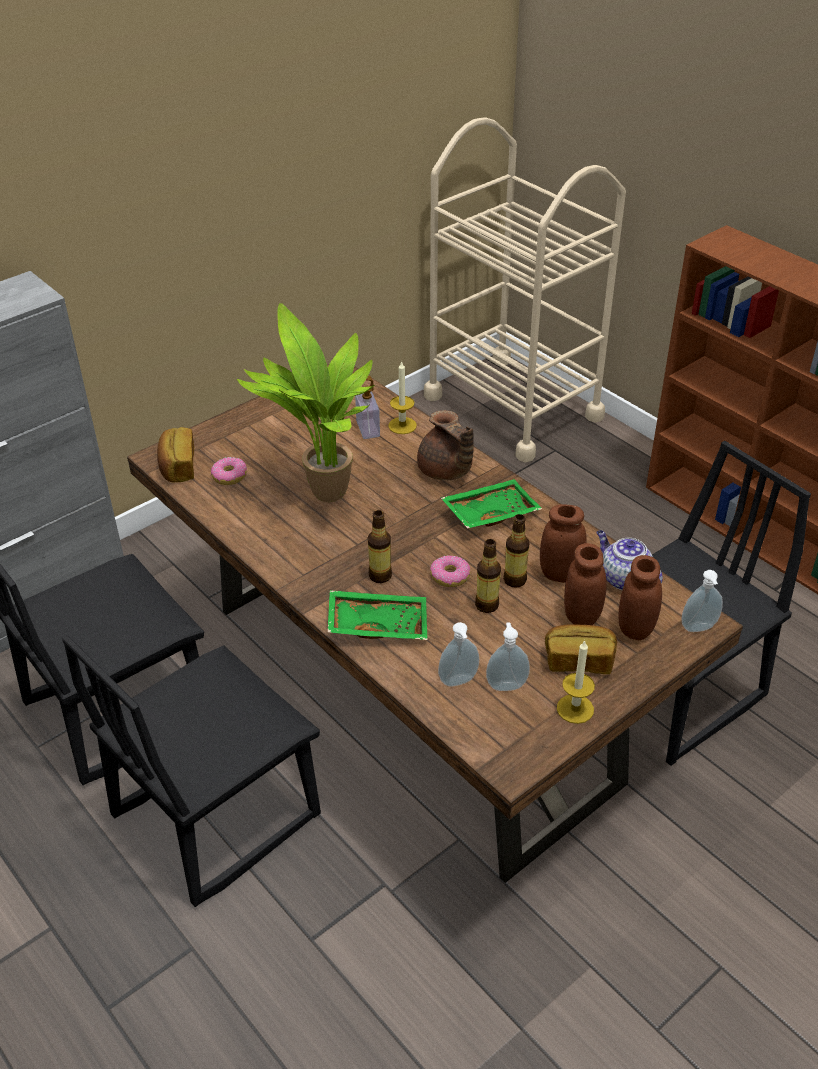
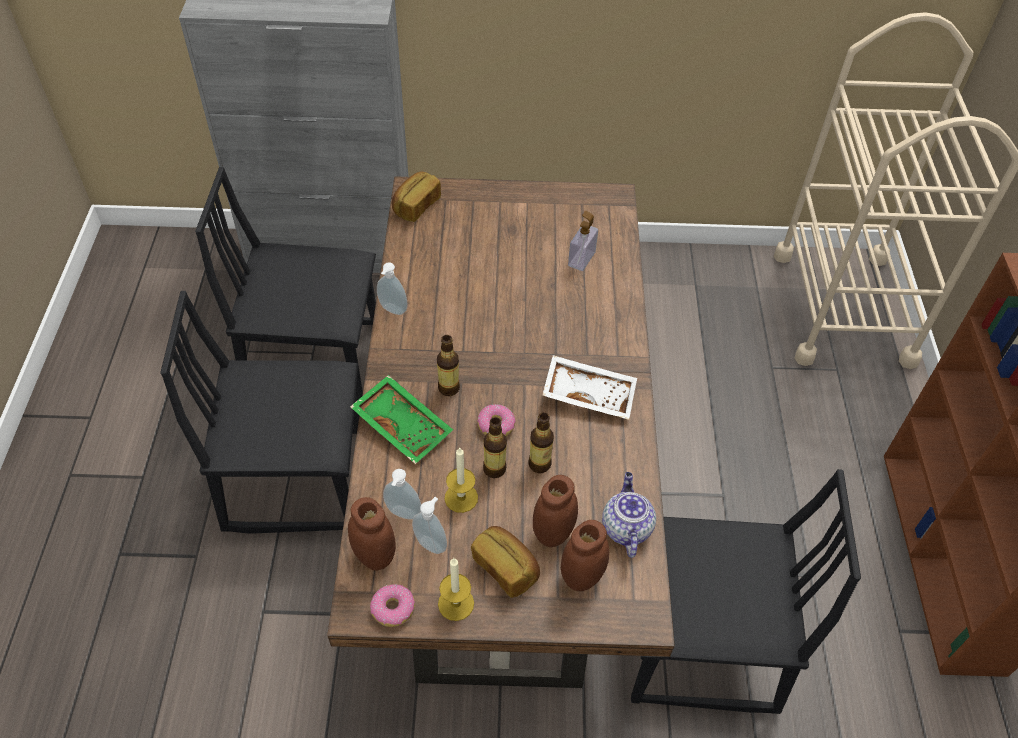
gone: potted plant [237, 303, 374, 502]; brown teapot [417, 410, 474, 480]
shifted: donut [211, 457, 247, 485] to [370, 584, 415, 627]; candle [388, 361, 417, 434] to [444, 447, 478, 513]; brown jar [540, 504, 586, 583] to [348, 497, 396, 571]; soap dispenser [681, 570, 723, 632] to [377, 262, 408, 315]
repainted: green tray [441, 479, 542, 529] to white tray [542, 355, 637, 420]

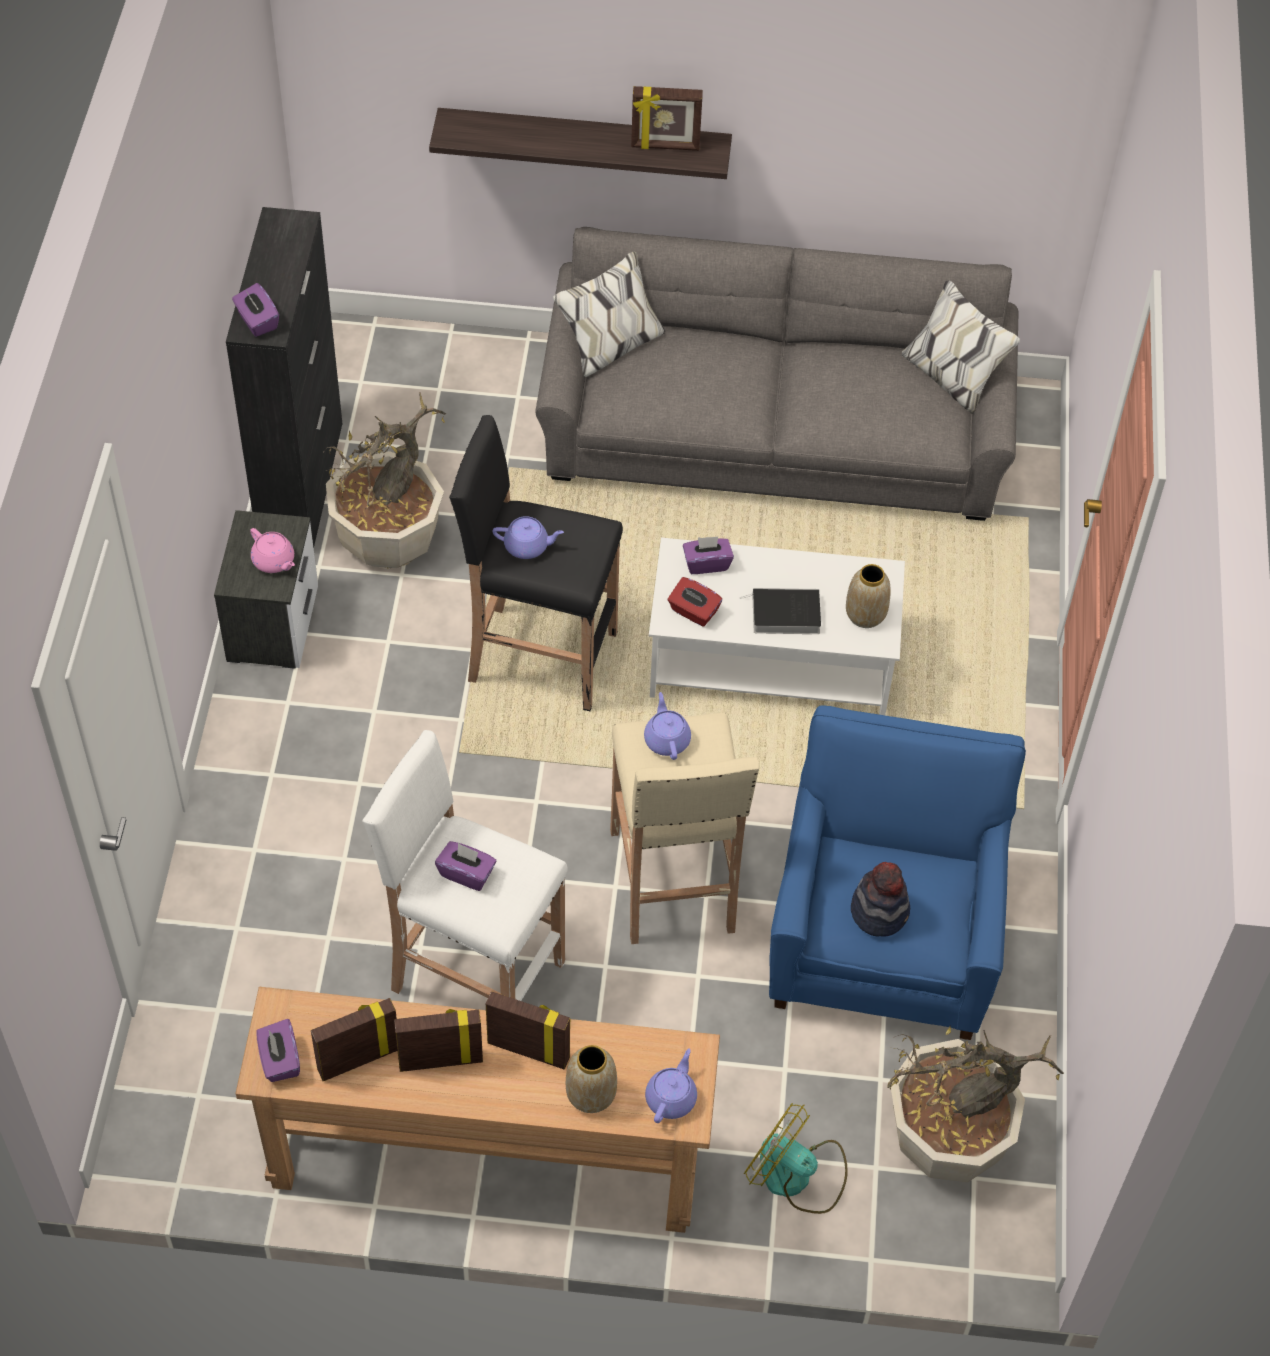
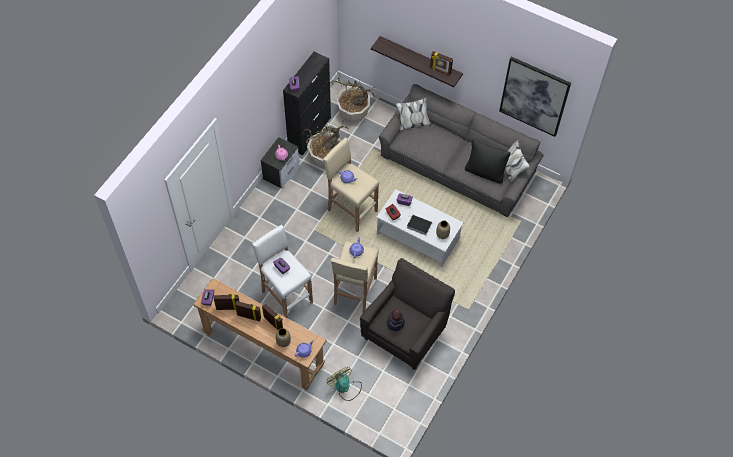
new: black pillow [465, 138, 511, 183]; picture [499, 57, 571, 137]
shifted: potted plant [887, 1025, 1064, 1183] to [330, 72, 375, 123]
repainted: black stool [449, 415, 623, 711] to beige stool [323, 138, 379, 232]; blue armchair [769, 705, 1026, 1040] to grey armchair [360, 258, 455, 370]

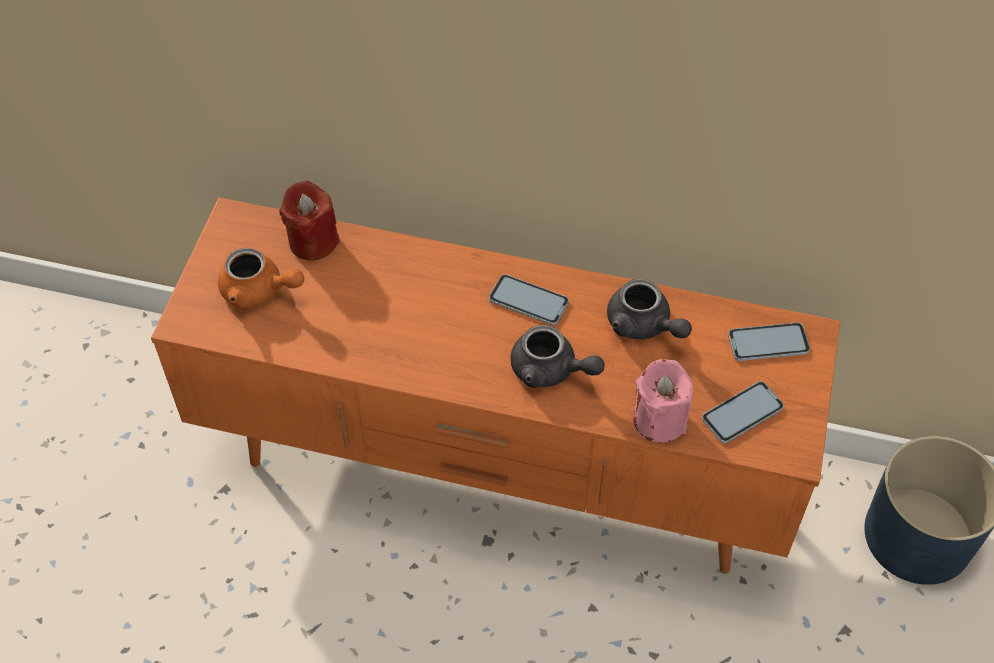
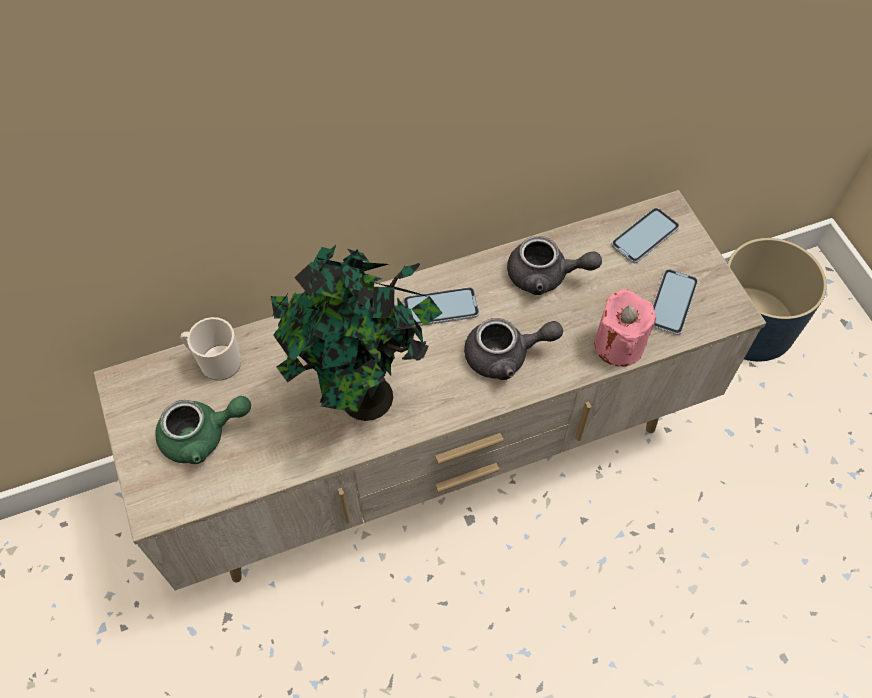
new: potted plant [270, 245, 442, 421]
swapped: red candle [279, 181, 340, 261] to mug [180, 317, 241, 381]
repainted: orange tv stand [151, 197, 840, 573] to beige tv stand [94, 190, 766, 591]; orange teapot [218, 248, 304, 309] to green teapot [155, 396, 251, 464]

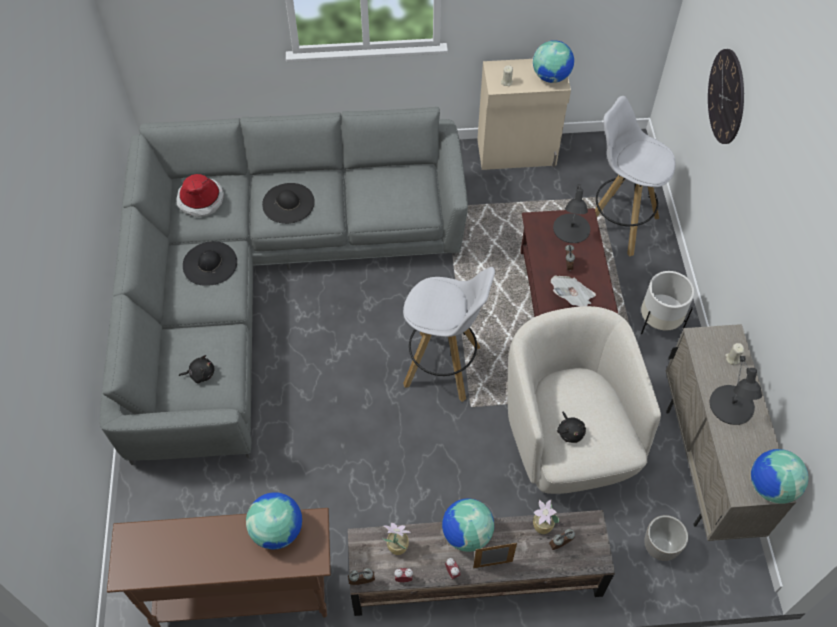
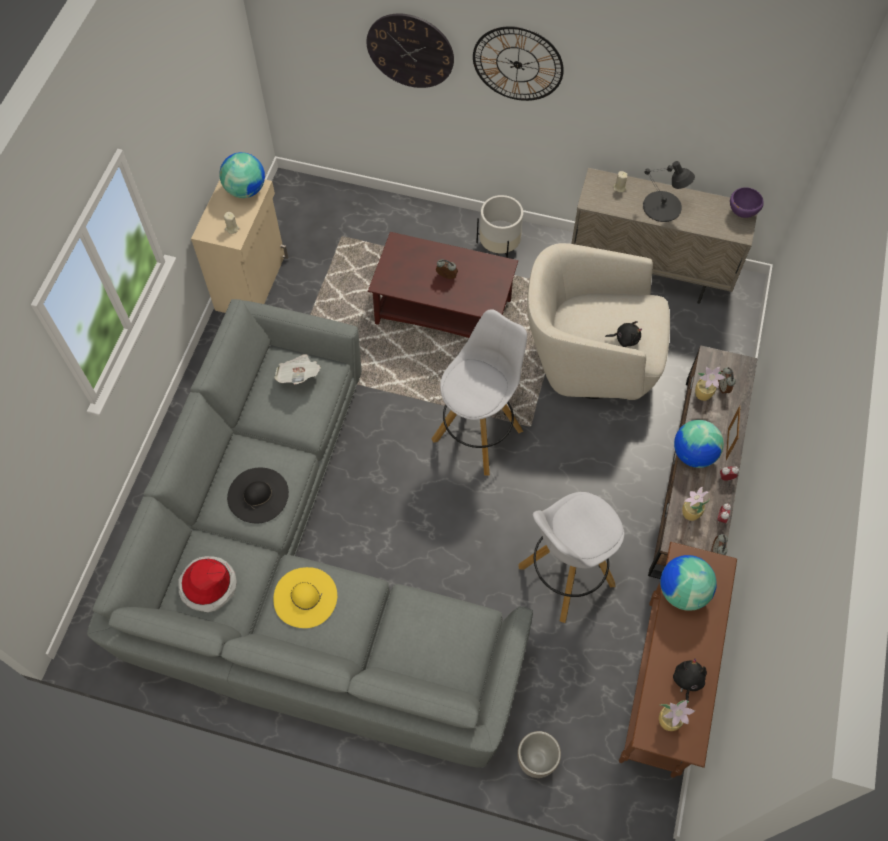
gone: black table lamp [553, 184, 590, 243]
new: wall clock [473, 26, 564, 101]; potted plant [659, 700, 695, 731]
shifted: black plush toy [179, 355, 214, 383] to [673, 658, 707, 704]; newspaper [551, 276, 596, 307] to [274, 354, 321, 384]; white stool [595, 96, 675, 257] to [518, 492, 625, 623]; planter [645, 515, 688, 561] to [518, 731, 561, 778]
swapped: globe [751, 449, 808, 504] to purple bowl [730, 187, 764, 218]
repainted: black hat [183, 241, 237, 286] to yellow hat [273, 567, 337, 628]

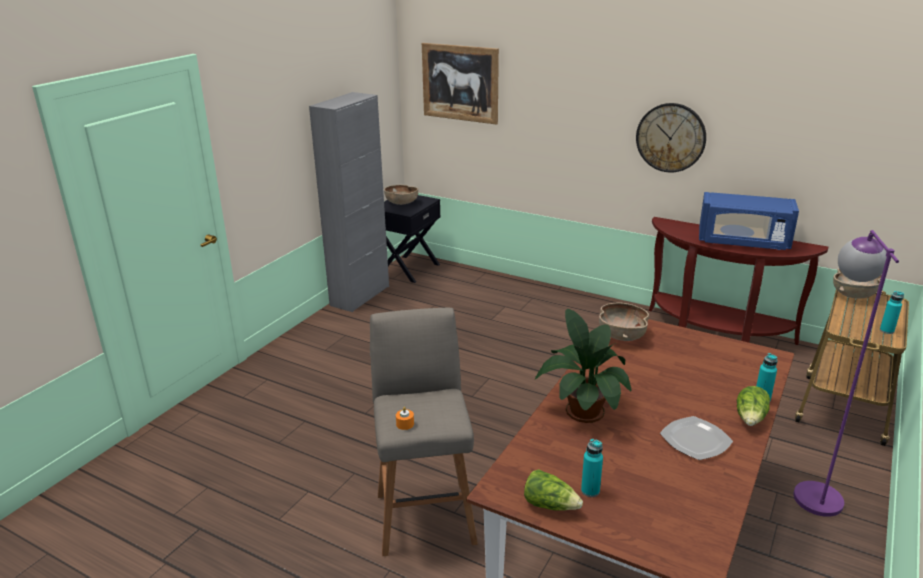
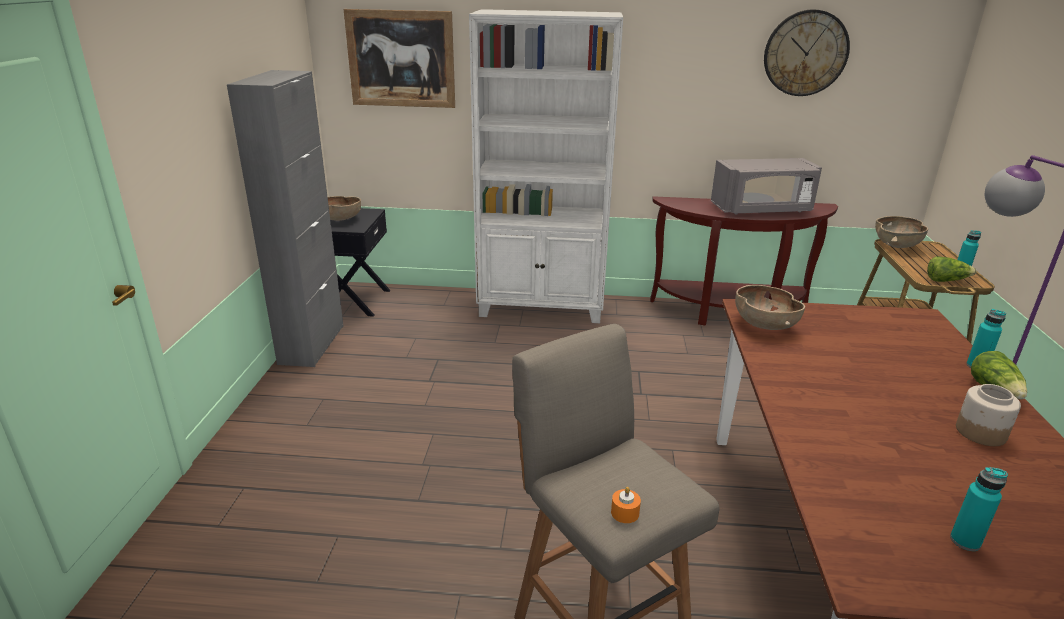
gone: potted plant [535, 309, 631, 423]
new: white bookcase [469, 9, 623, 323]
shifted: lettuce [524, 469, 583, 511] to [927, 256, 977, 282]; wall clock [636, 103, 706, 173] to [764, 9, 850, 96]
swapped: plate [660, 416, 733, 460] to jar [956, 384, 1021, 446]
repainted: blue microwave [699, 192, 799, 250] to grey microwave [711, 158, 822, 214]

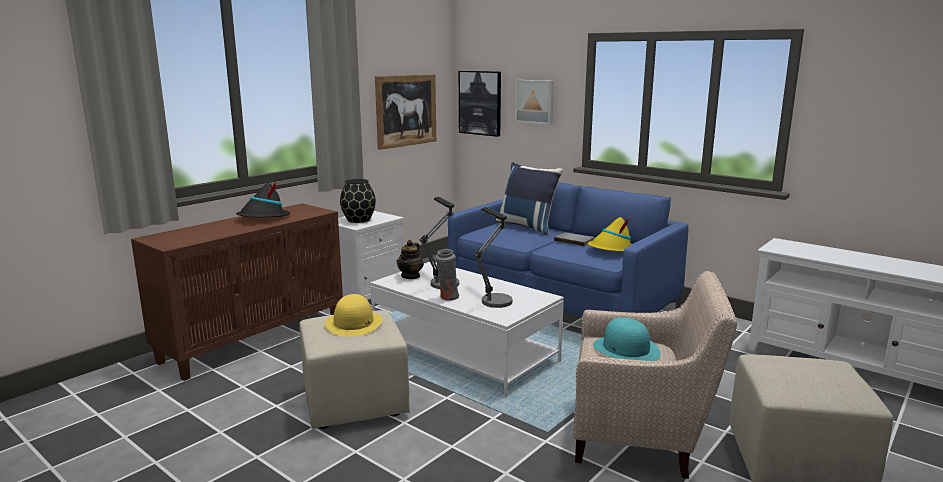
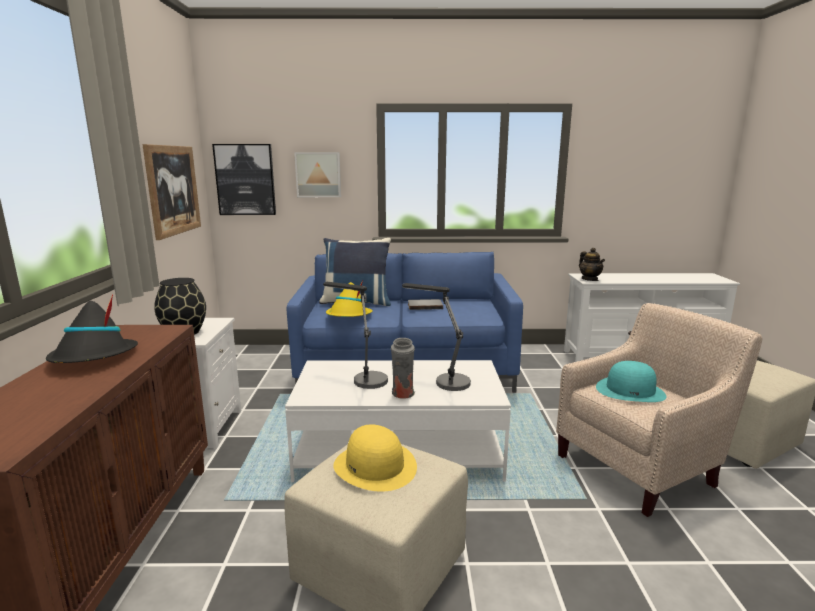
shifted: teapot [396, 240, 424, 279] to [579, 248, 605, 281]; yellow hat [588, 217, 631, 252] to [326, 280, 373, 317]

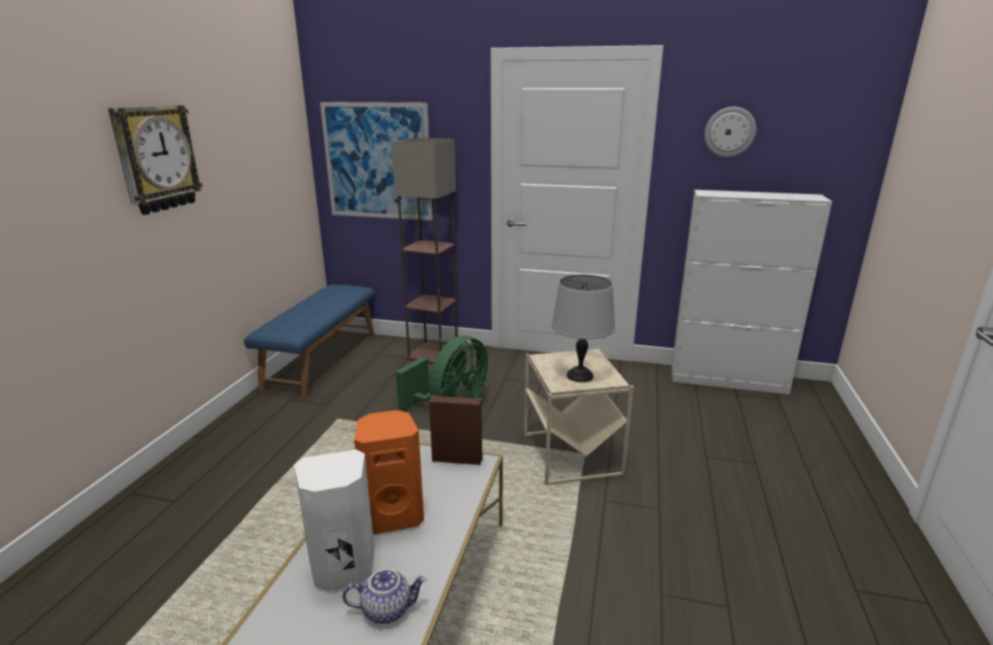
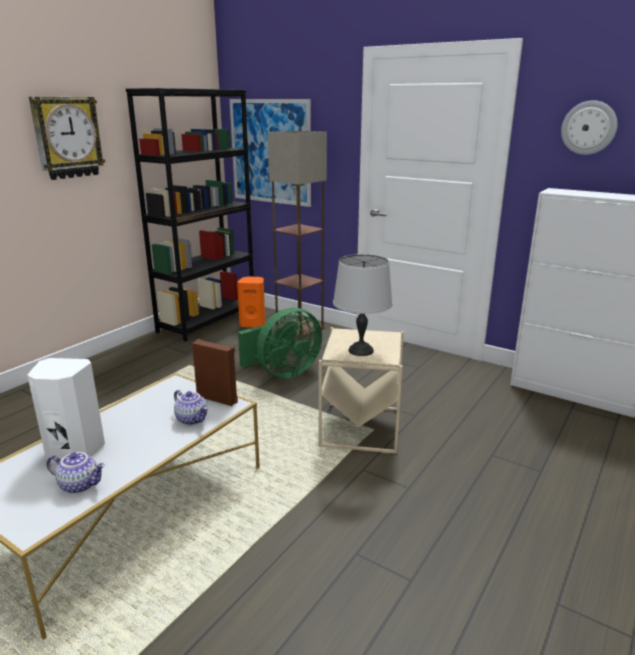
new: teapot [174, 390, 207, 425]
shifted: orange speaker [354, 410, 424, 535] to [237, 277, 265, 327]
swapped: blue bench [244, 285, 375, 398] to black bookcase [126, 88, 254, 342]

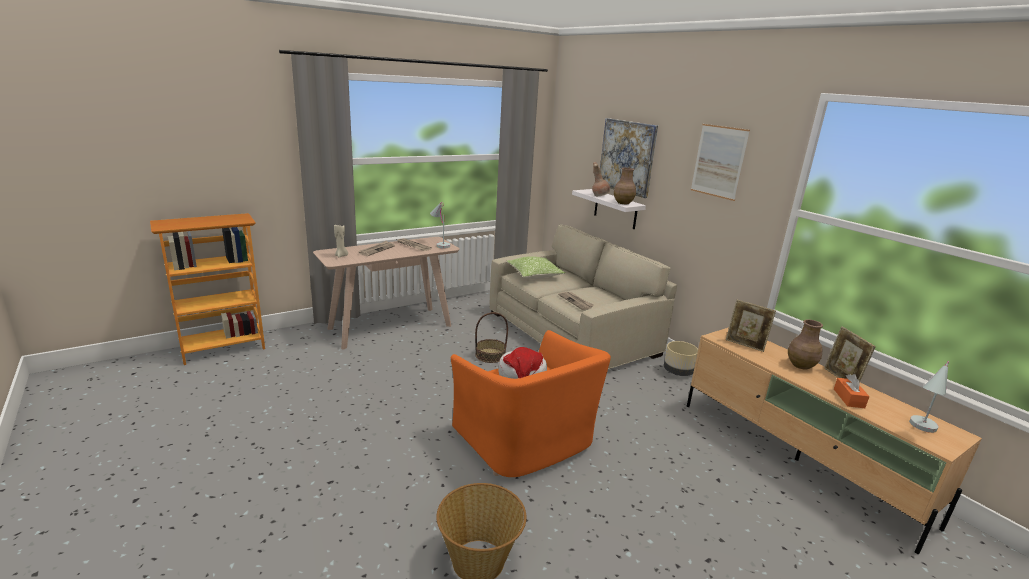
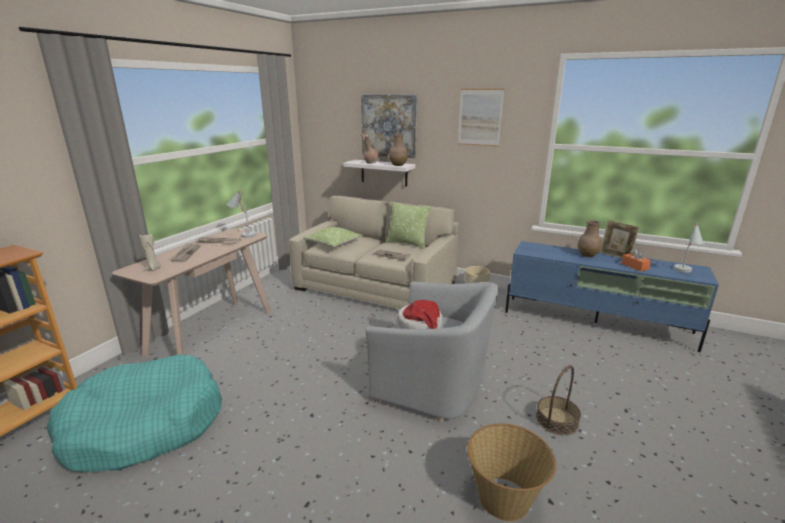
gone: picture frame [726, 300, 776, 352]
new: turquoise dog bed [47, 354, 222, 472]; pillow [386, 202, 431, 249]
shifted: basket [475, 312, 508, 363] to [536, 365, 581, 435]
repainted: orange armchair [451, 330, 611, 477] to grey armchair [365, 282, 499, 422]; beige tv stand [687, 327, 982, 554] to blue tv stand [505, 241, 719, 352]

